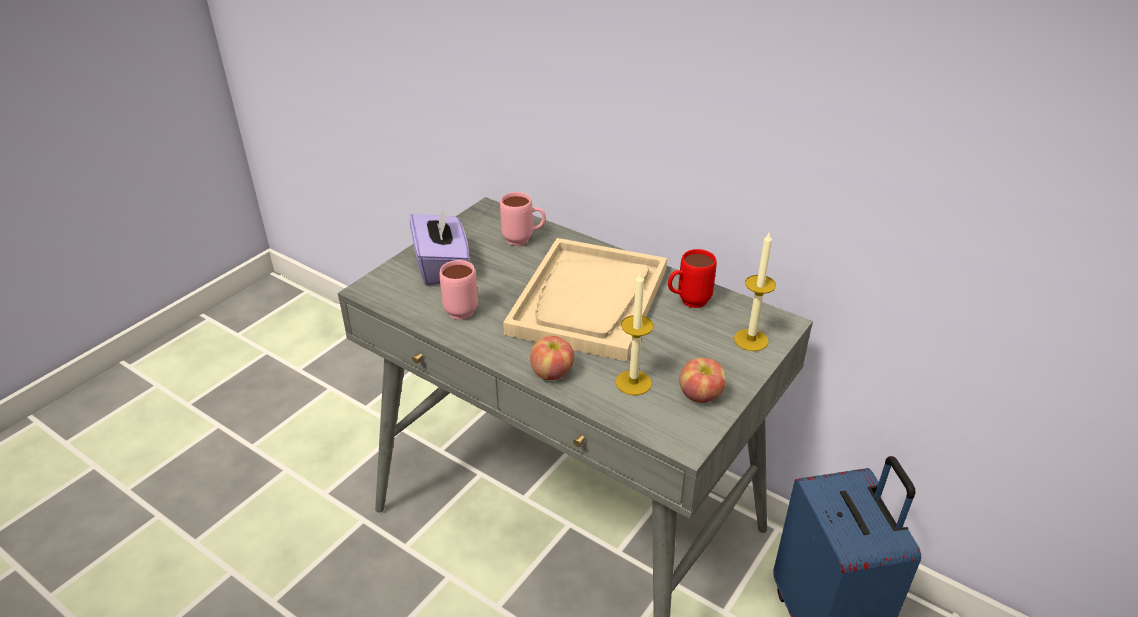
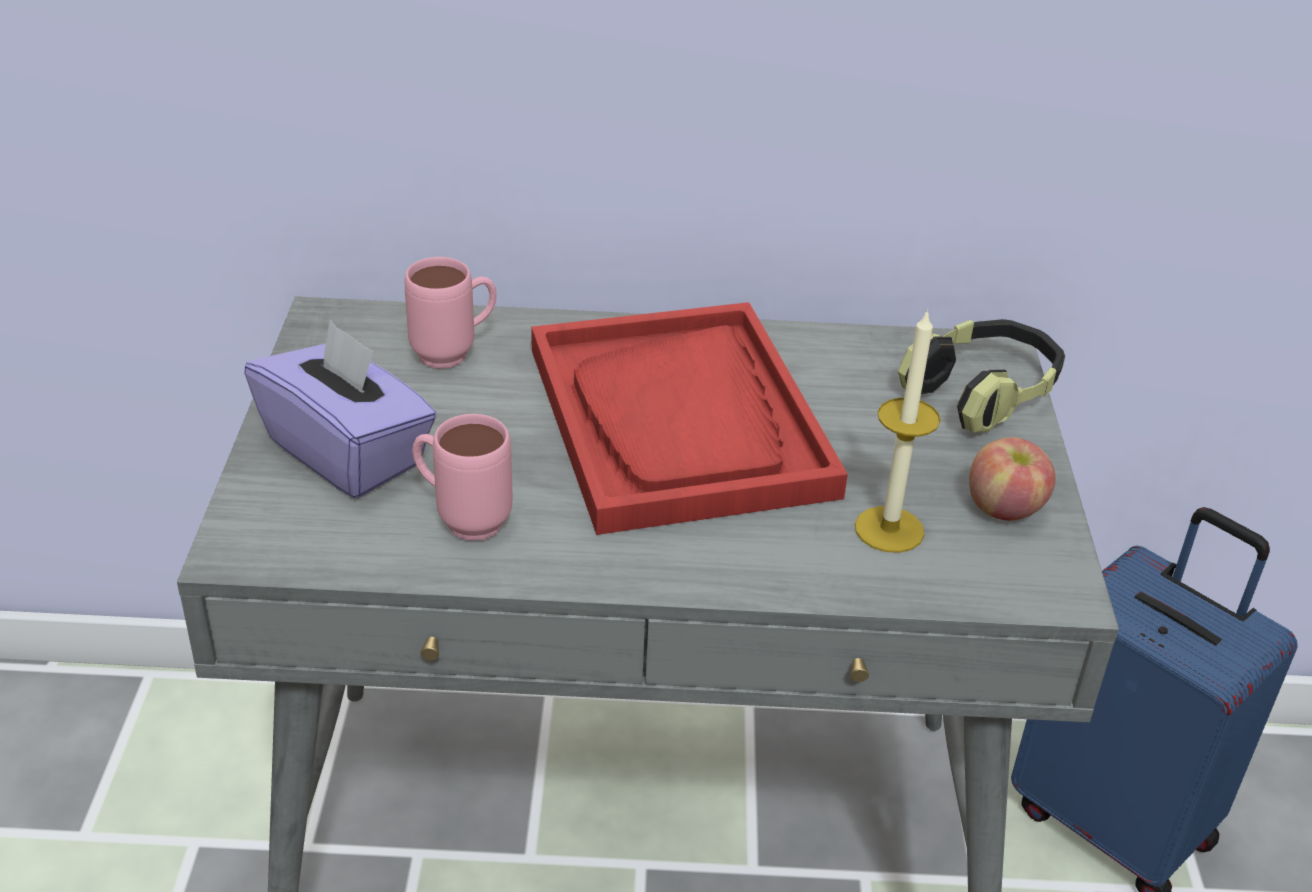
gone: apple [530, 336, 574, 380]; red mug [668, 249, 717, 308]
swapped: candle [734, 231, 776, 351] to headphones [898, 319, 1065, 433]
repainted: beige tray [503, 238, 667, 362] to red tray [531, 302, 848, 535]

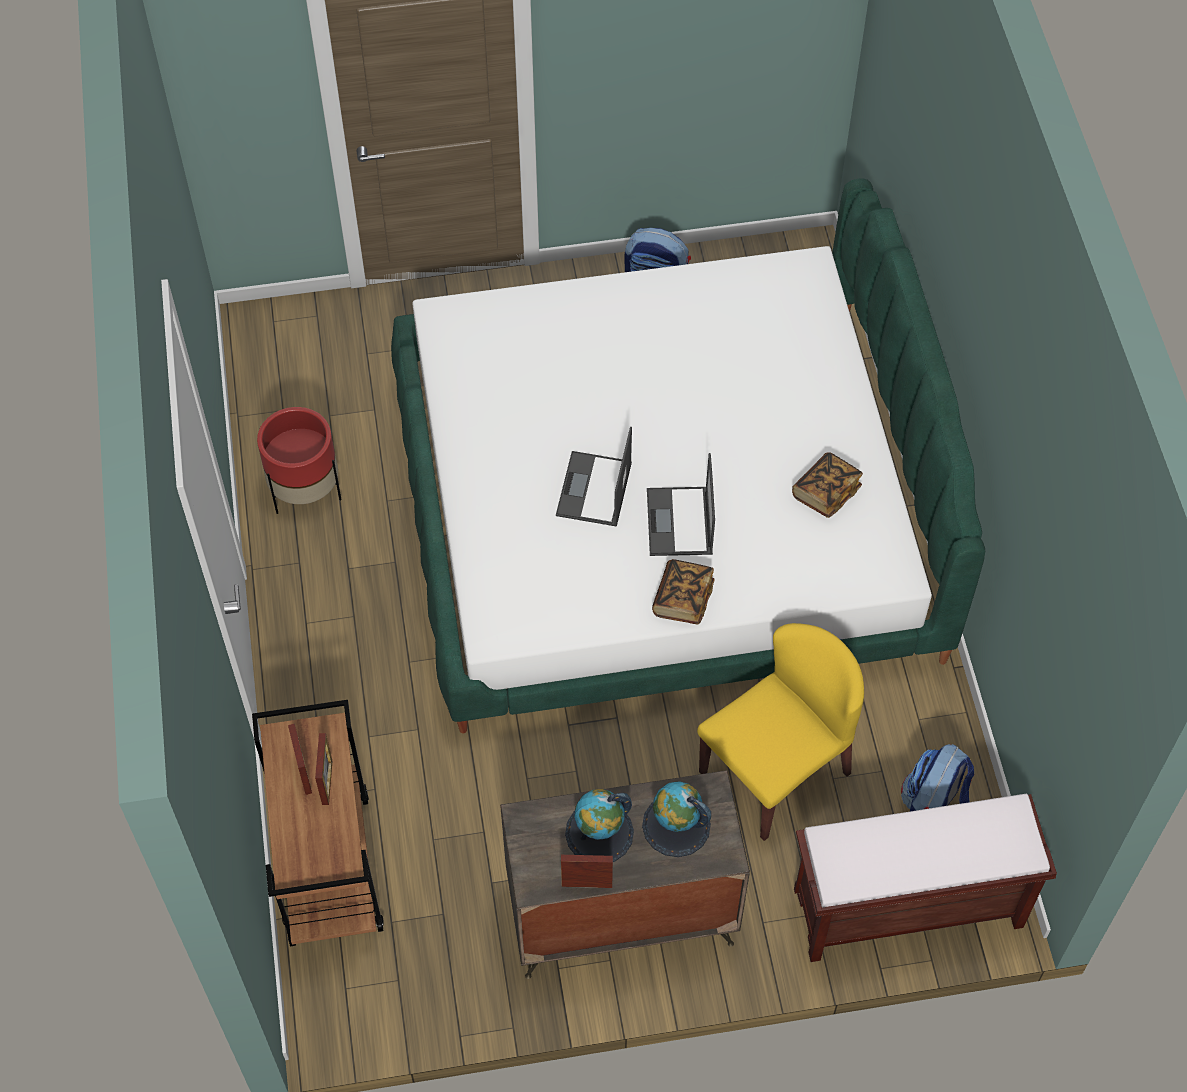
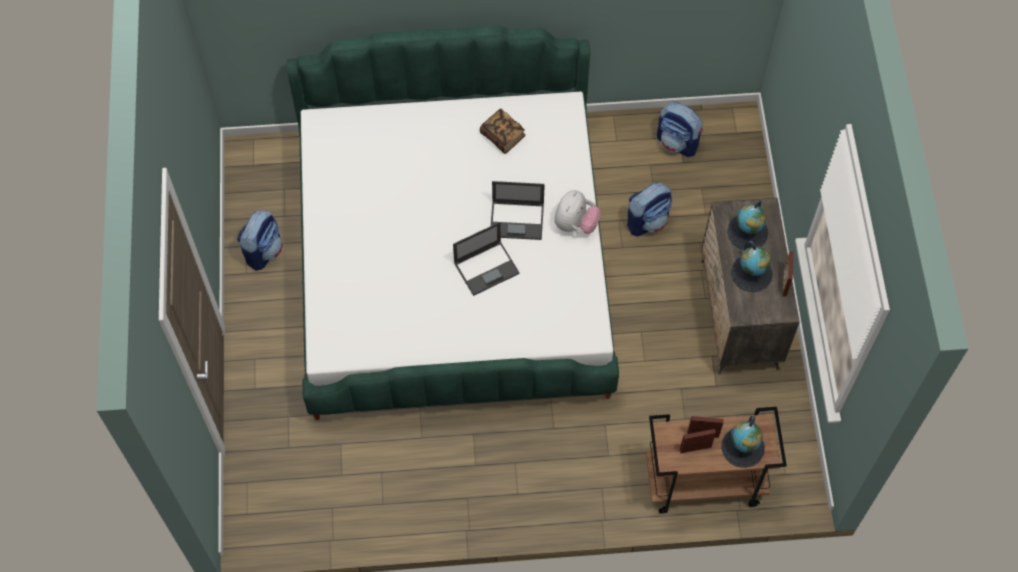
gone: red planter [257, 407, 342, 514]; brown bench [794, 794, 1057, 962]
new: globe [721, 416, 765, 468]
swapped: book [652, 559, 714, 625] to plush toy [555, 190, 601, 234]; yellow chair [697, 623, 864, 841] to backpack [627, 182, 672, 236]
rotated: laptop [556, 426, 632, 527] = [453, 222, 520, 296] 45 degrees counterclockwise

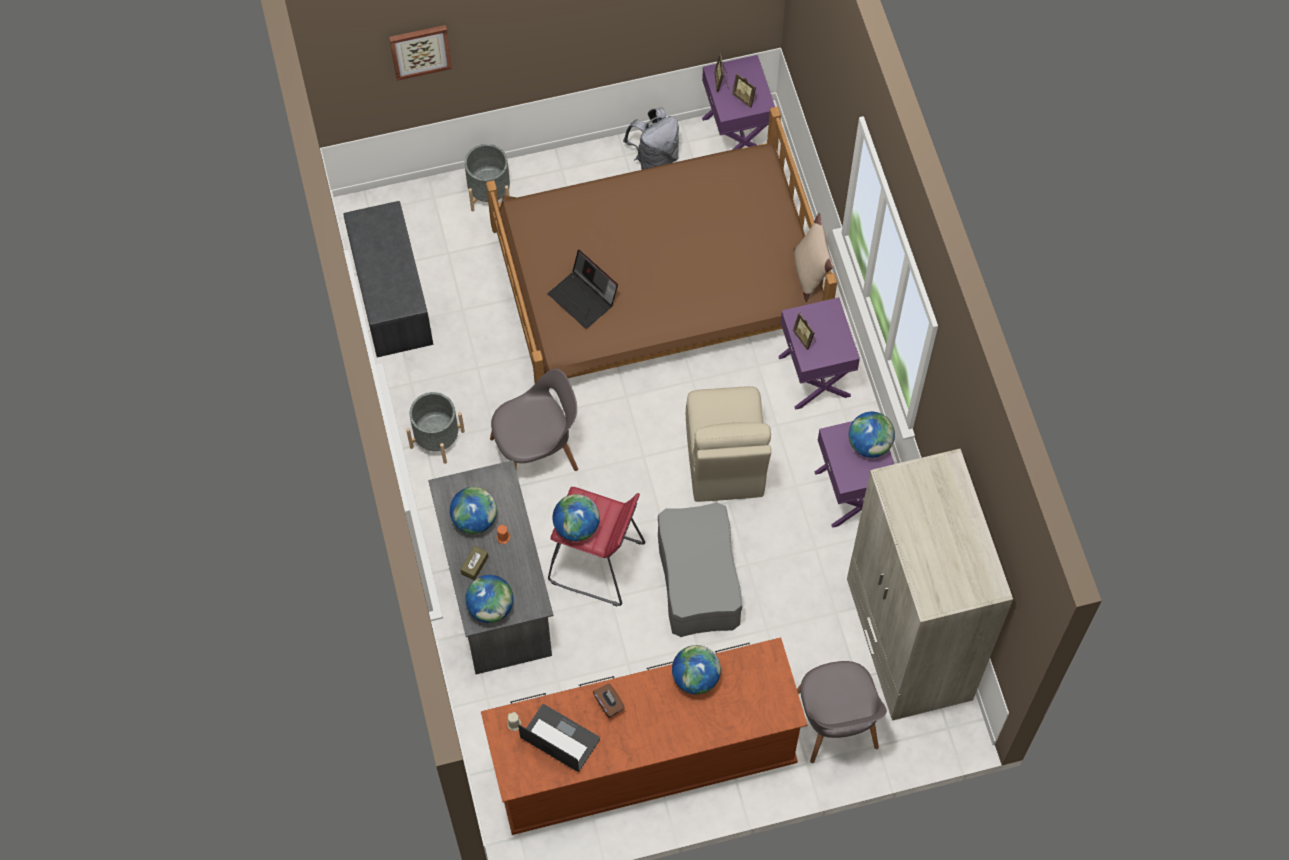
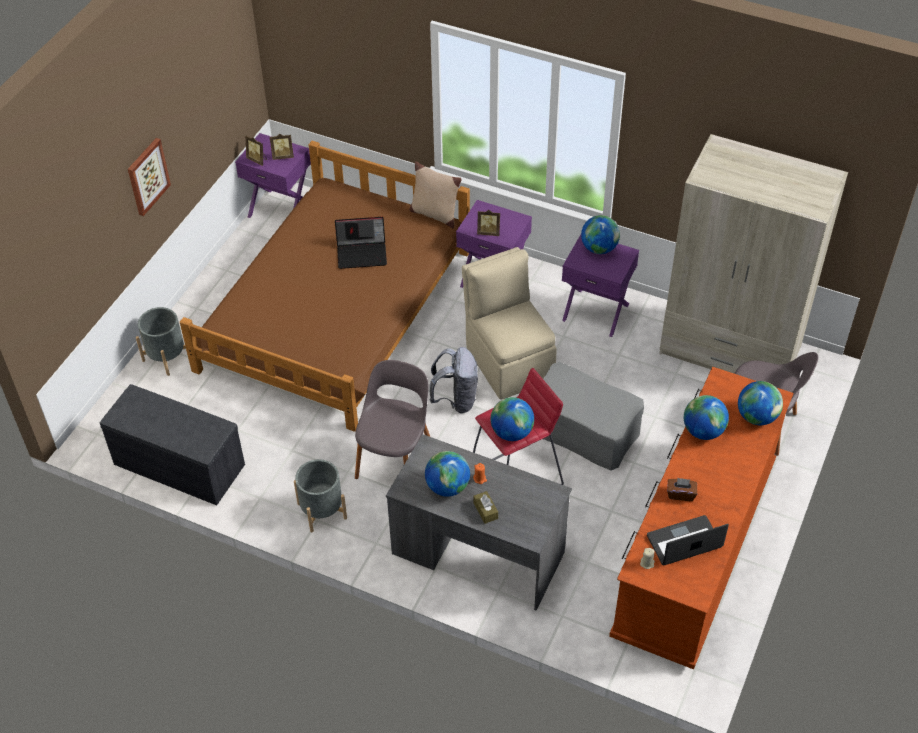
shifted: picture [389, 25, 452, 81] to [128, 138, 171, 216]; globe [465, 575, 514, 623] to [738, 381, 783, 425]; laptop [548, 250, 618, 329] to [335, 217, 387, 269]; grey backpack [623, 107, 679, 170] to [429, 347, 478, 413]
rotated: beige chair [686, 386, 771, 502] = [462, 247, 556, 399] 150 degrees counterclockwise

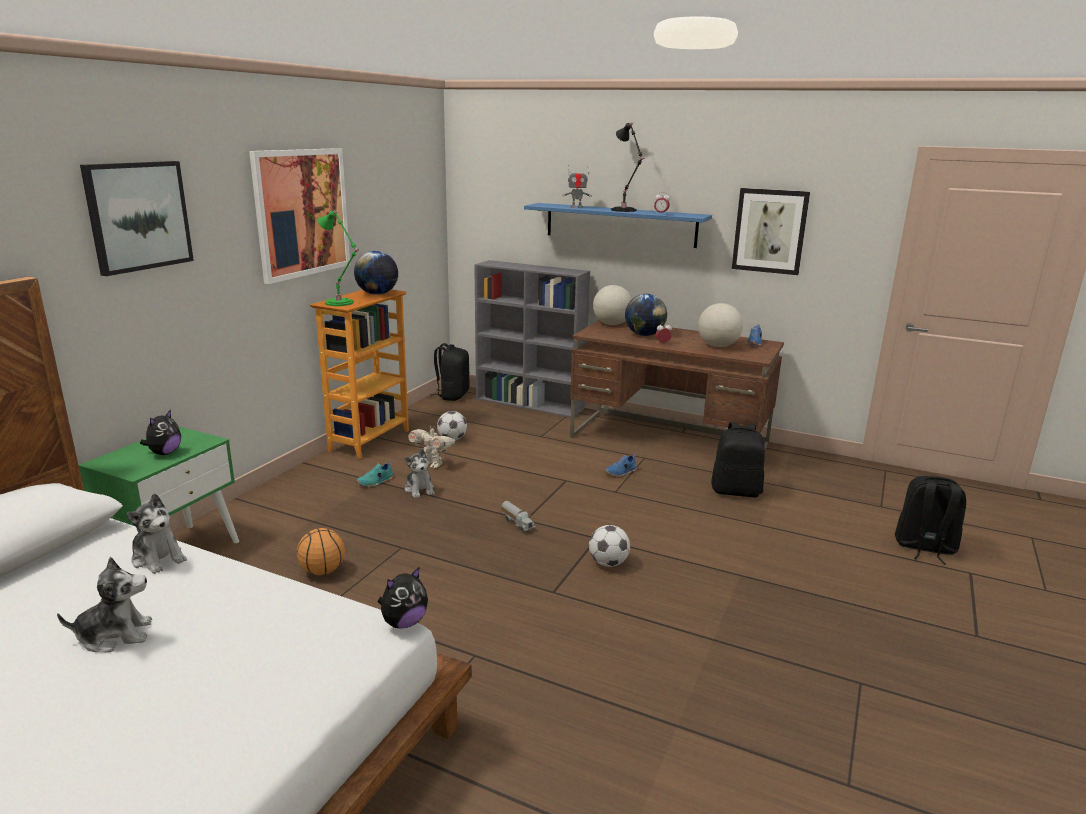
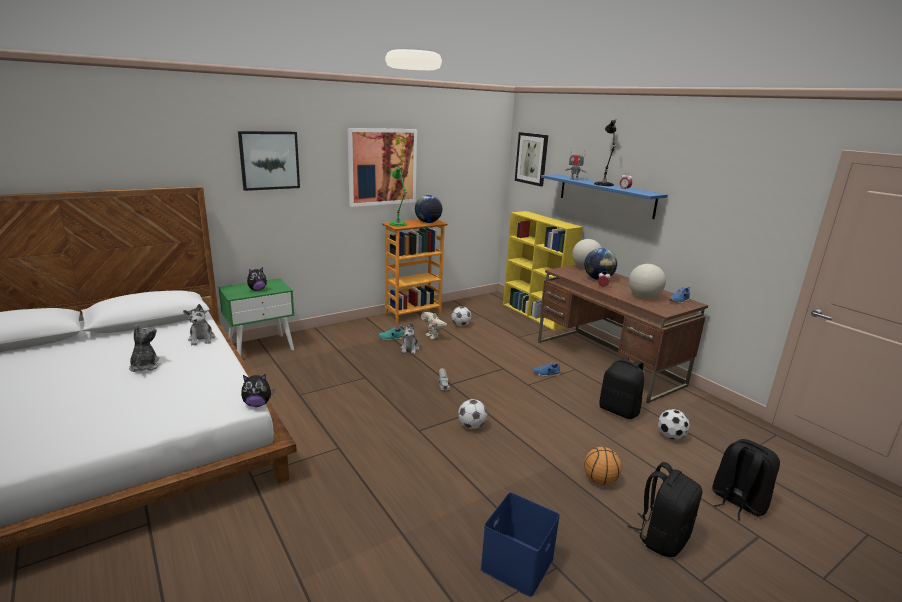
new: blue storage box [480, 492, 560, 597]; football [658, 409, 690, 440]
shifted: basketball [297, 528, 345, 575] to [584, 447, 622, 485]; black backpack [430, 343, 470, 401] to [628, 462, 702, 557]; picture [732, 188, 810, 275] to [515, 132, 548, 186]
repainted: grey bookcase [474, 260, 590, 417] to yellow bookcase [503, 211, 583, 331]
rotated: plush toy [57, 557, 152, 653] = [129, 325, 161, 372] 120 degrees counterclockwise

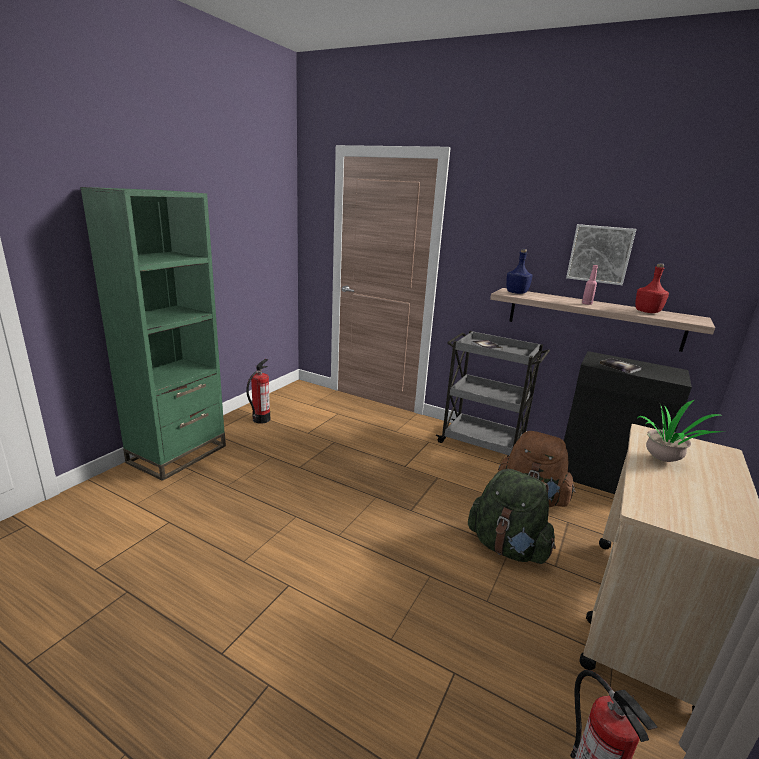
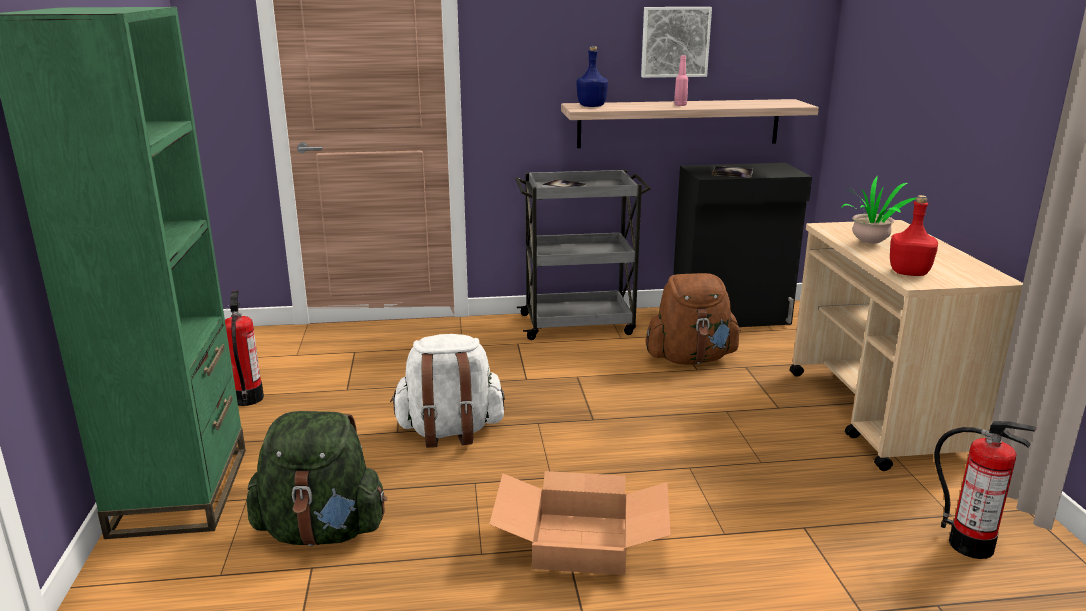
new: white backpack [390, 334, 505, 448]; cardboard box [489, 471, 671, 575]
shifted: green backpack [468, 469, 556, 564] to [247, 411, 387, 546]; red bottle [635, 263, 669, 313] to [890, 195, 938, 276]

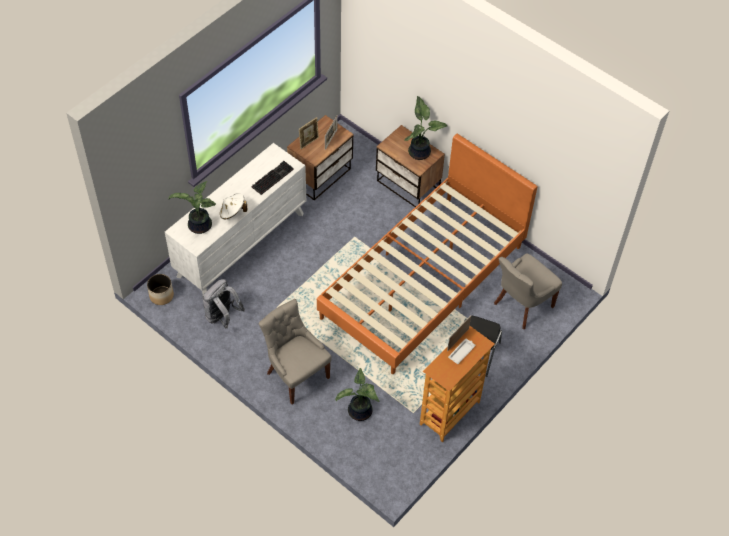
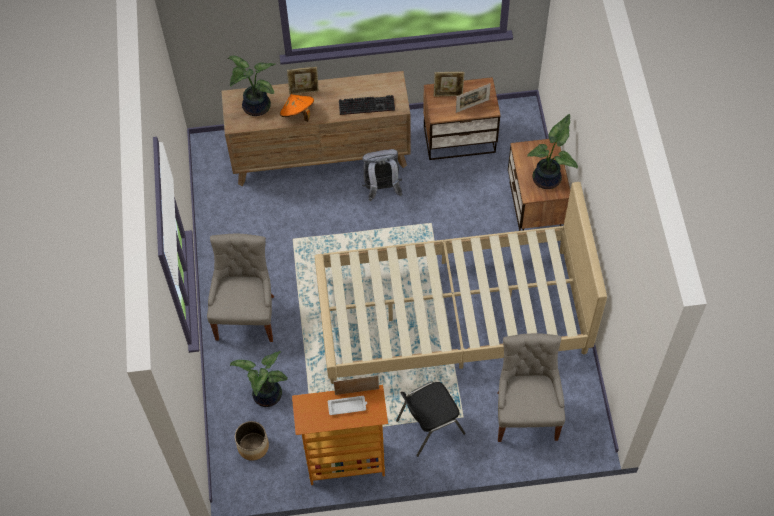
new: picture frame [287, 67, 319, 95]
shifted: planter [147, 274, 174, 305] to [235, 421, 269, 461]; grey backpack [203, 279, 245, 329] to [362, 149, 403, 201]
repainted: white dresser [165, 143, 306, 294] to brown dresser [222, 71, 410, 186]; white hat [220, 193, 247, 219] to orange hat [280, 94, 314, 122]; orange bed [317, 134, 538, 374] to beige bed [314, 182, 607, 384]
rotated: grey chair [494, 254, 562, 329] = [497, 333, 565, 442] 90 degrees clockwise

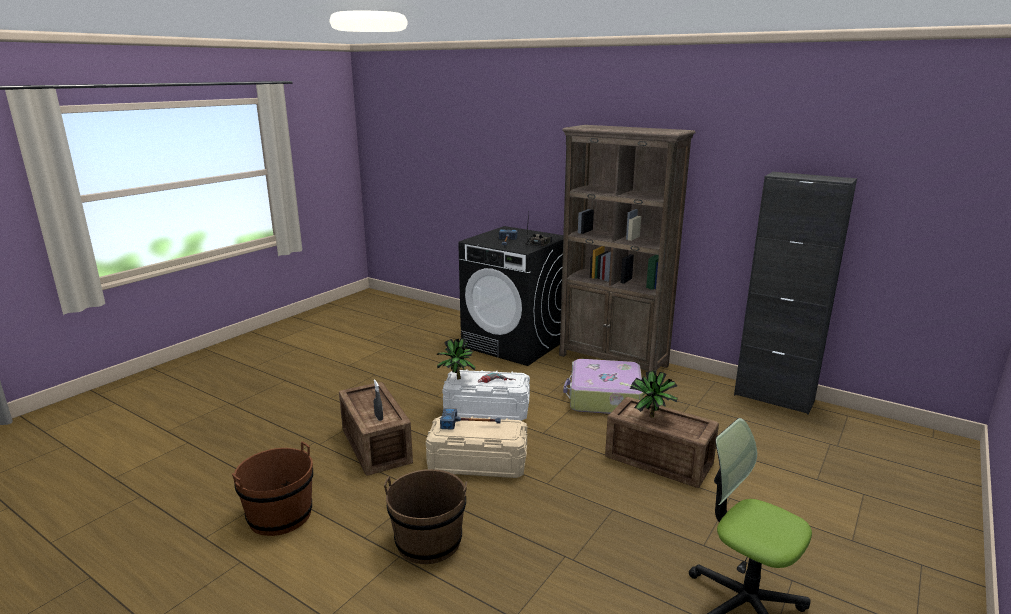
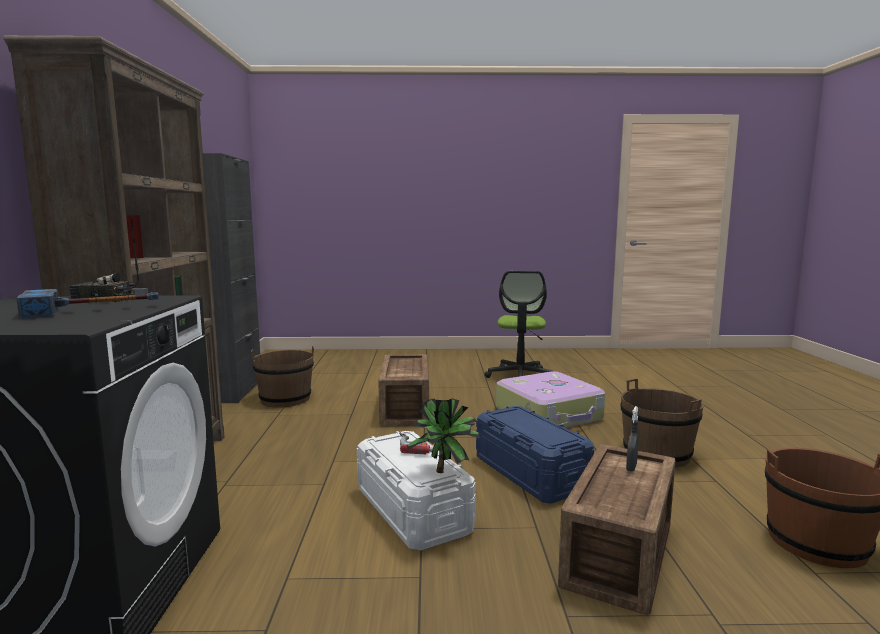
gone: hammer [440, 408, 501, 430]; potted plant [630, 371, 678, 417]
new: brown bucket [251, 346, 314, 408]
shifted: suitcase [563, 359, 644, 414] to [496, 371, 605, 428]
repainted: beige storage box [426, 416, 527, 478] to blue storage box [476, 406, 594, 504]

